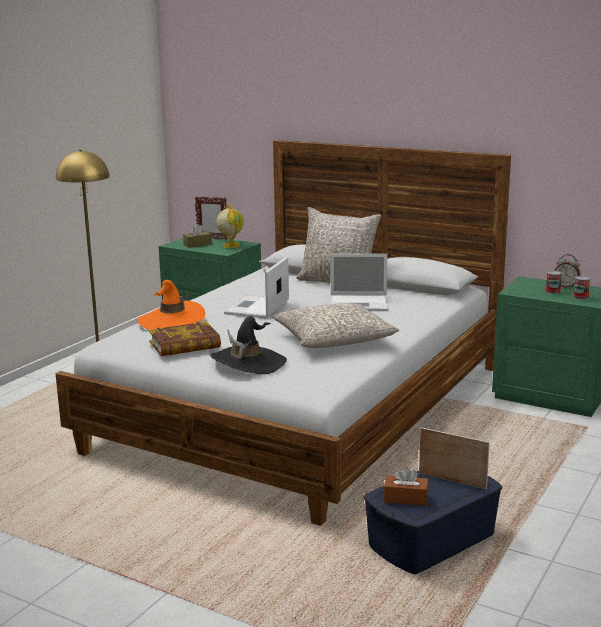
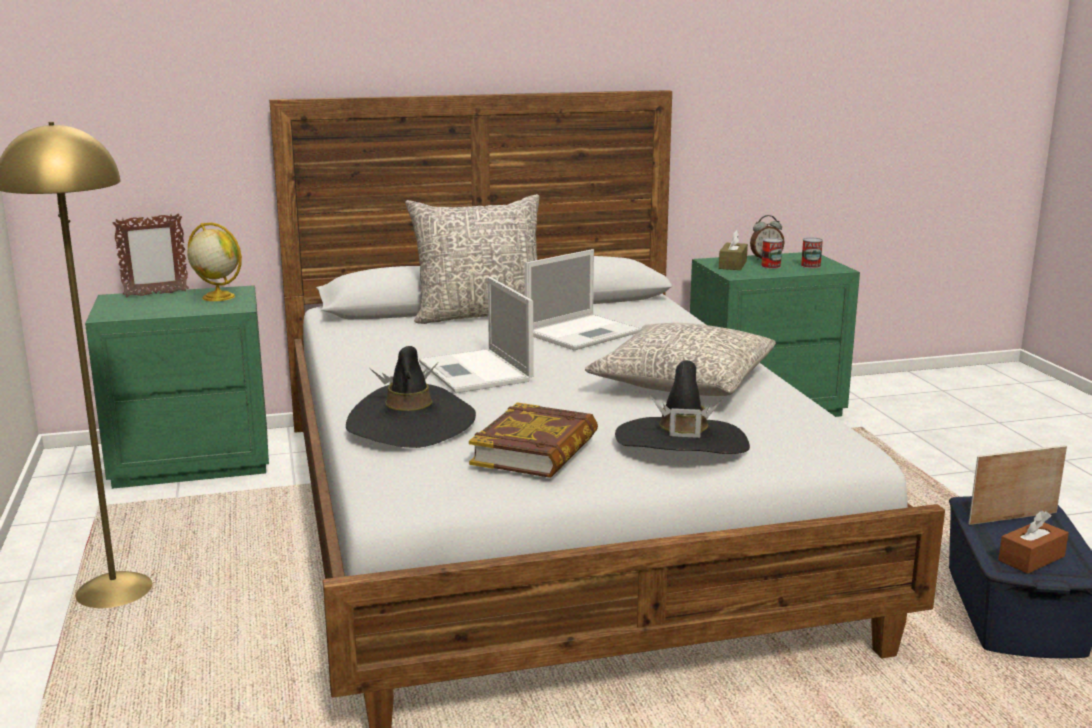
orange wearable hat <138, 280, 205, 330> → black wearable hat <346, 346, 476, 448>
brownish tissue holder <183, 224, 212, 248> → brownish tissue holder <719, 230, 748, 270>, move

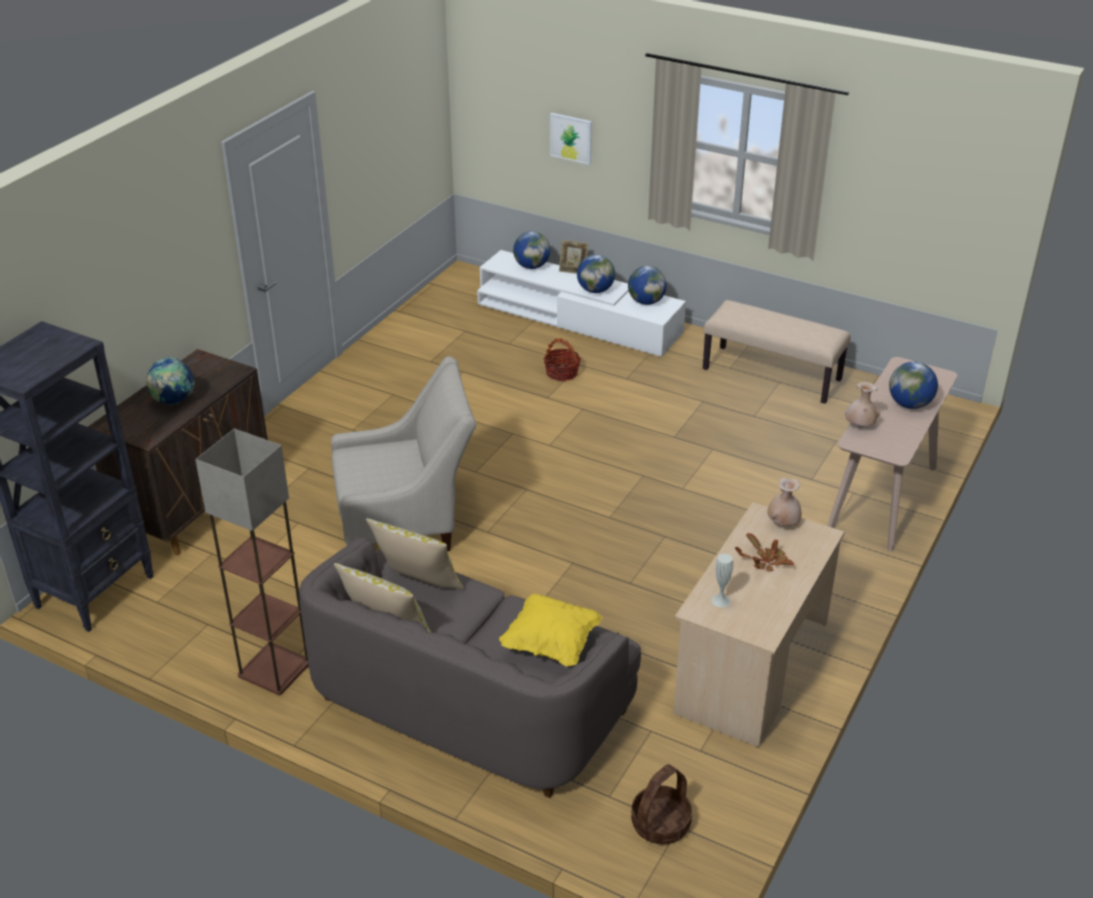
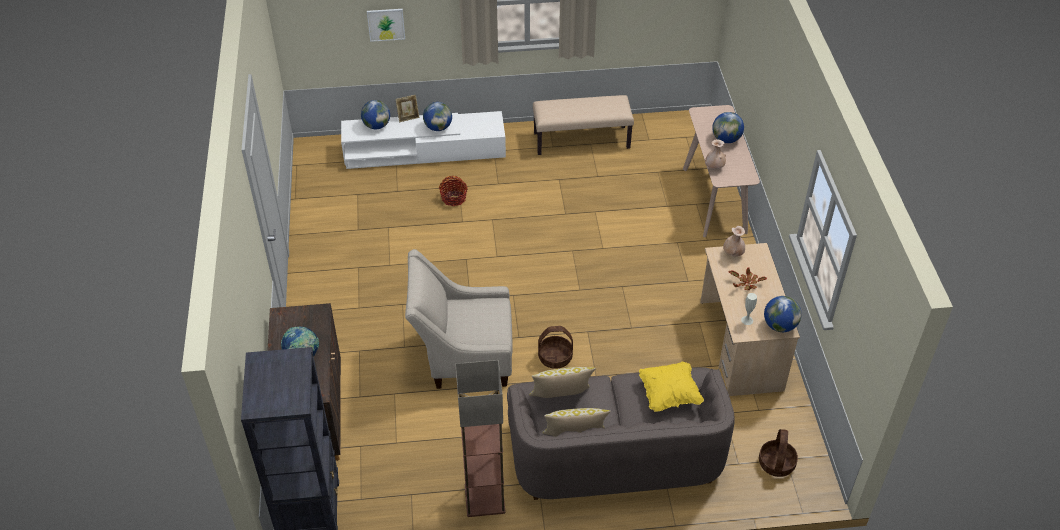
beige-coloured easy chair <331, 356, 476, 551> → beige-coloured easy chair <405, 249, 513, 389>, 135 degrees counterclockwise
globe <628, 266, 667, 305> → globe <764, 296, 802, 332>, move
- → storage basket <538, 326, 573, 369>

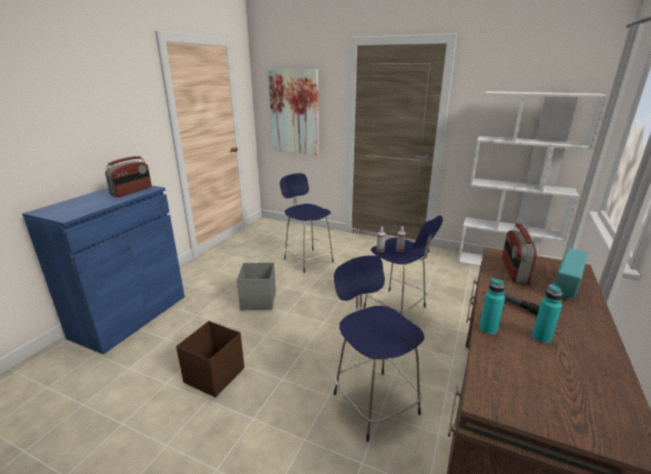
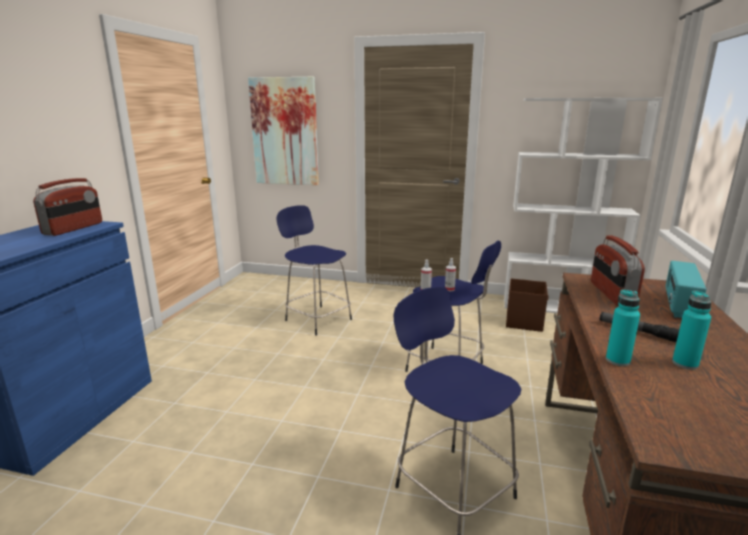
brownish storage box <176, 321, 244, 398> → brownish storage box <506, 278, 549, 332>, move
gray storage box <237, 262, 276, 310> → -

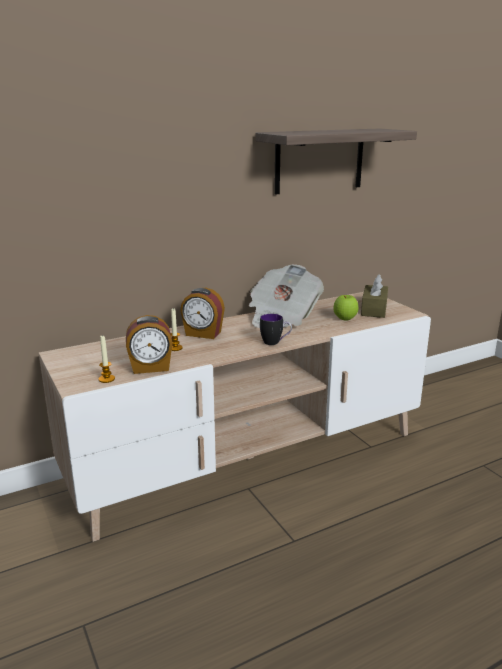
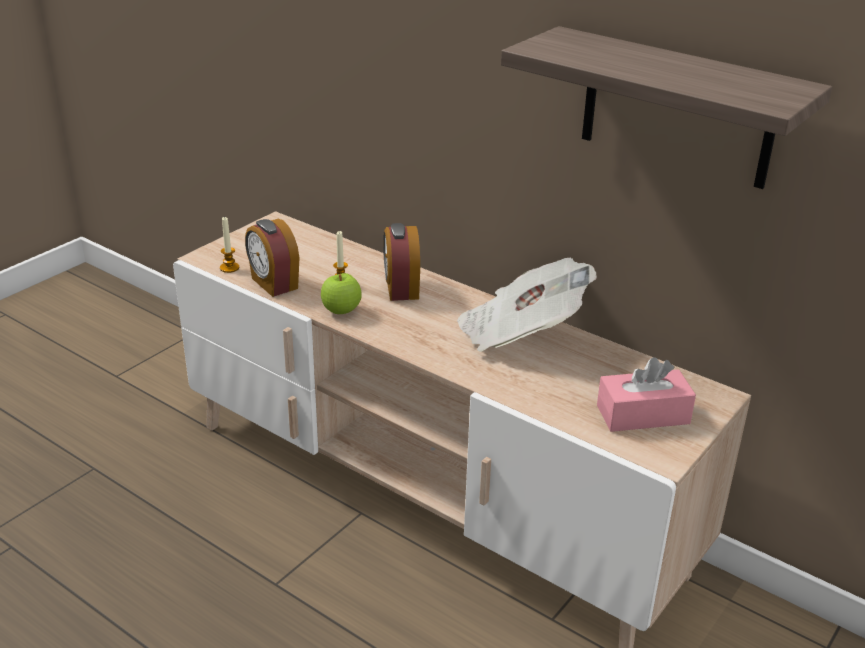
tea mug <260, 314, 292, 345> → -
whole apple <333, 295, 359, 320> → whole apple <321, 273, 362, 314>, move
brownish tissue holder <361, 274, 388, 318> → pinkish tissue holder <597, 357, 696, 432>

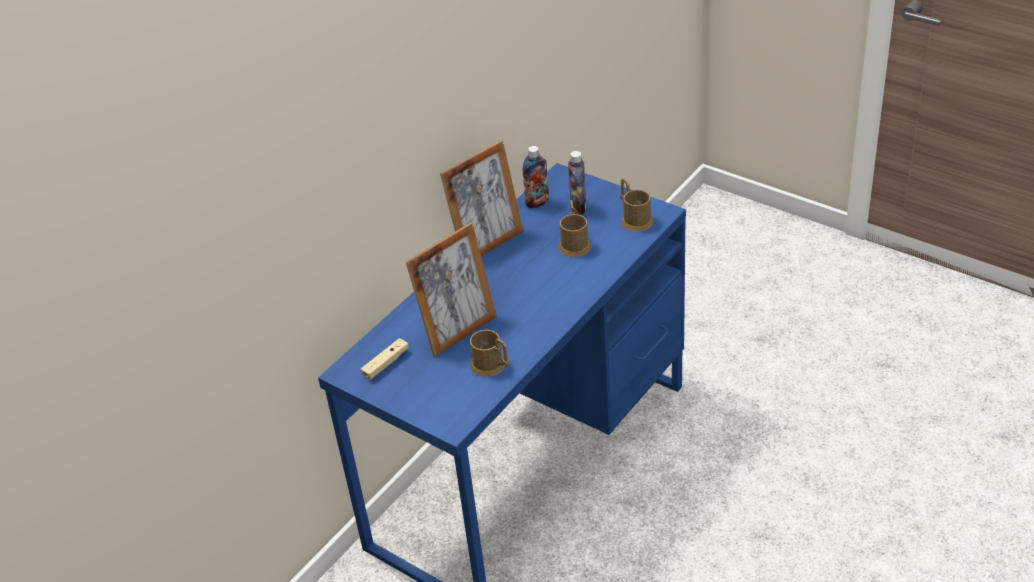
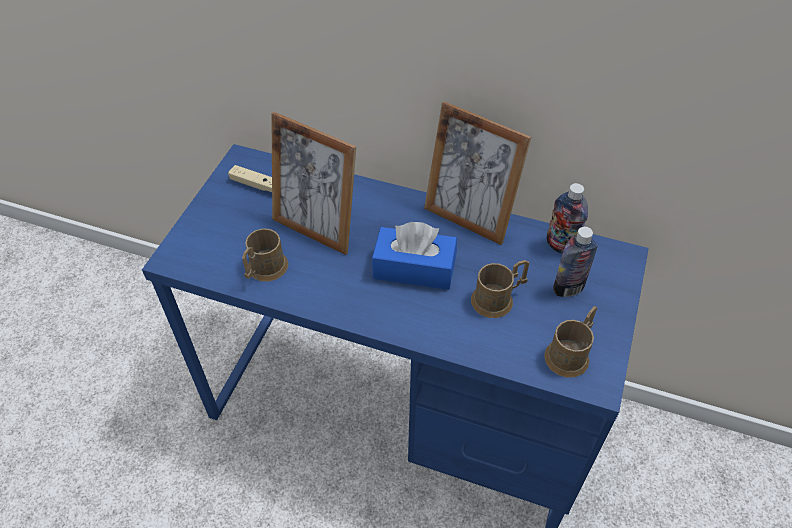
- → blue-coloured tissue holder <372, 222, 457, 290>

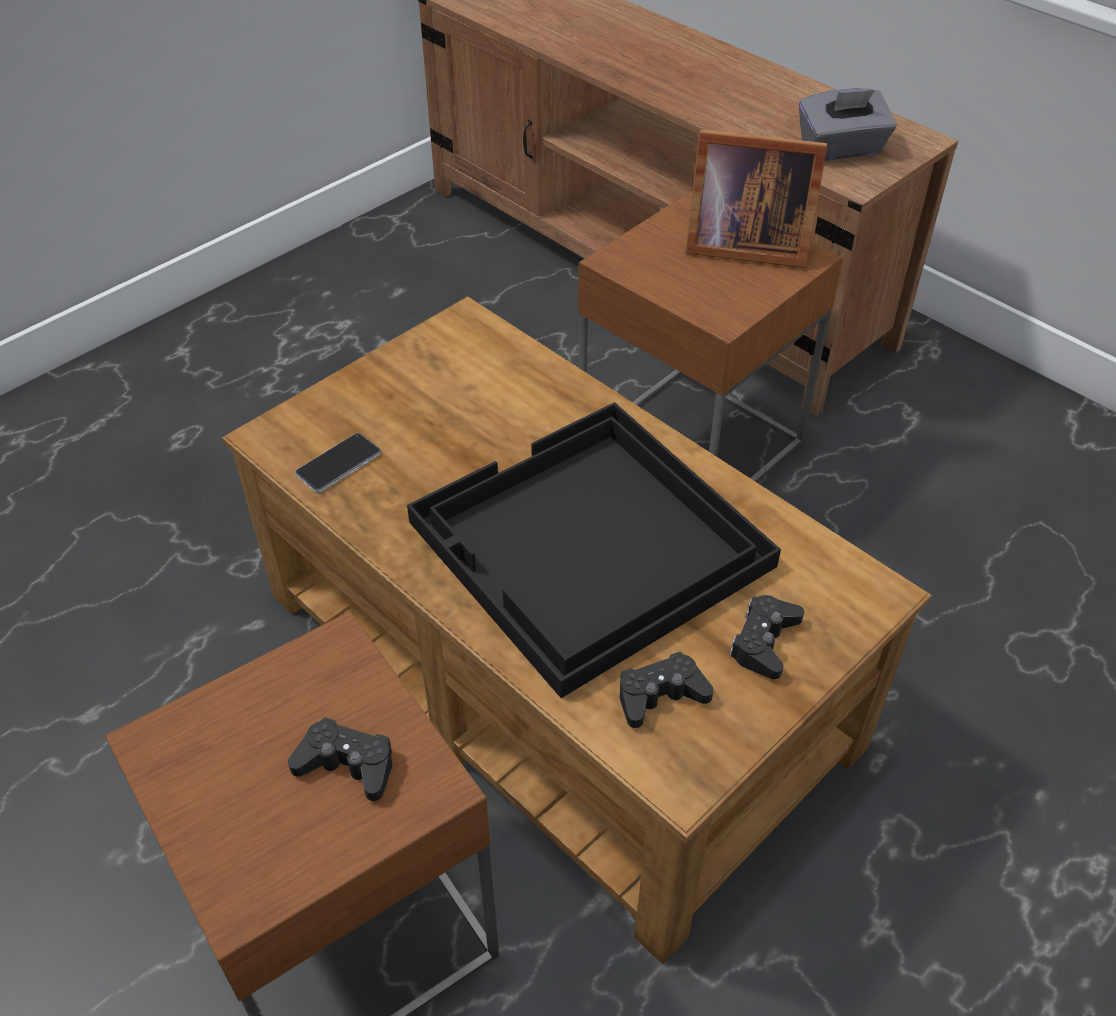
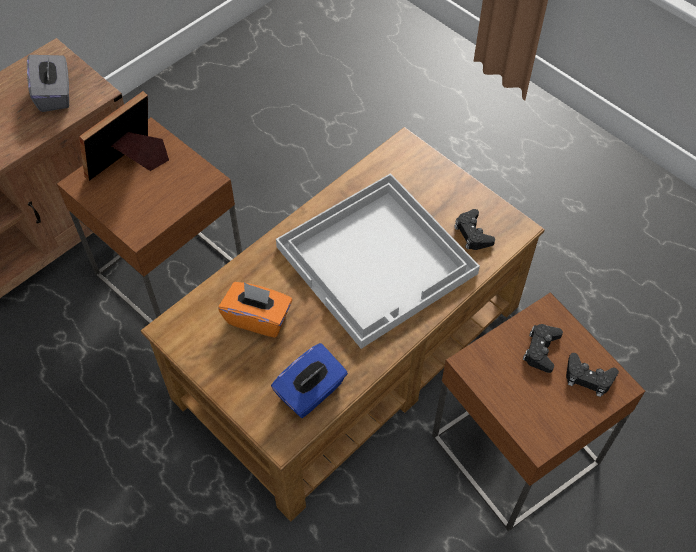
telephone <295, 433, 381, 493> → blue-coloured tissue holder <271, 343, 348, 418>
black carrying tray <407, 402, 781, 698> → whitish carrying tray <276, 173, 480, 349>
standing frame <685, 130, 827, 268> → standing frame <79, 91, 169, 181>, 150 degrees counterclockwise
black joypad <729, 595, 804, 679> → black joypad <566, 353, 619, 397>, move
- → orange tissue holder <218, 282, 292, 338>

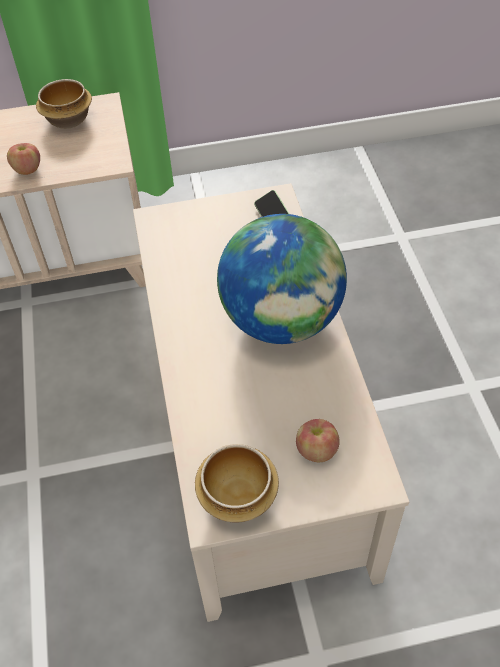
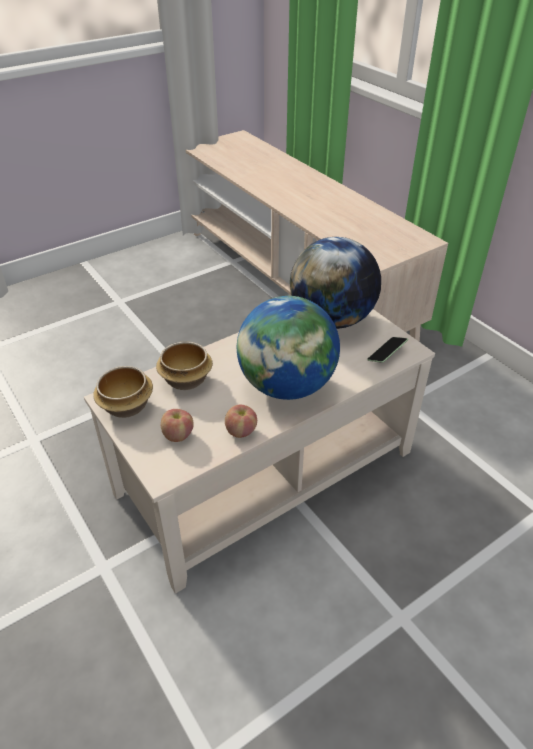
whole apple <7, 143, 40, 175> → whole apple <225, 405, 257, 438>, move
bowl <36, 79, 92, 129> → bowl <156, 342, 213, 390>, move
- → globe <290, 237, 381, 329>

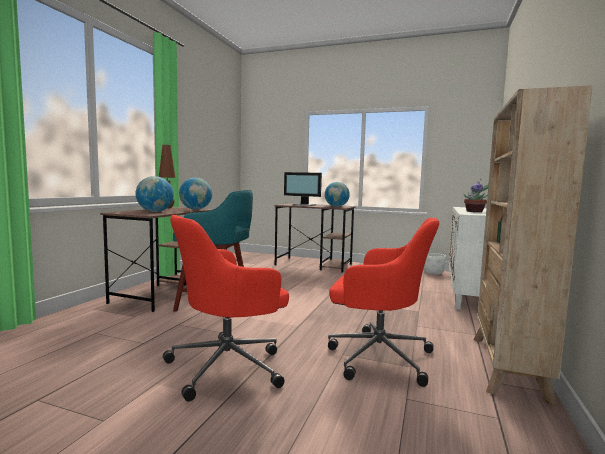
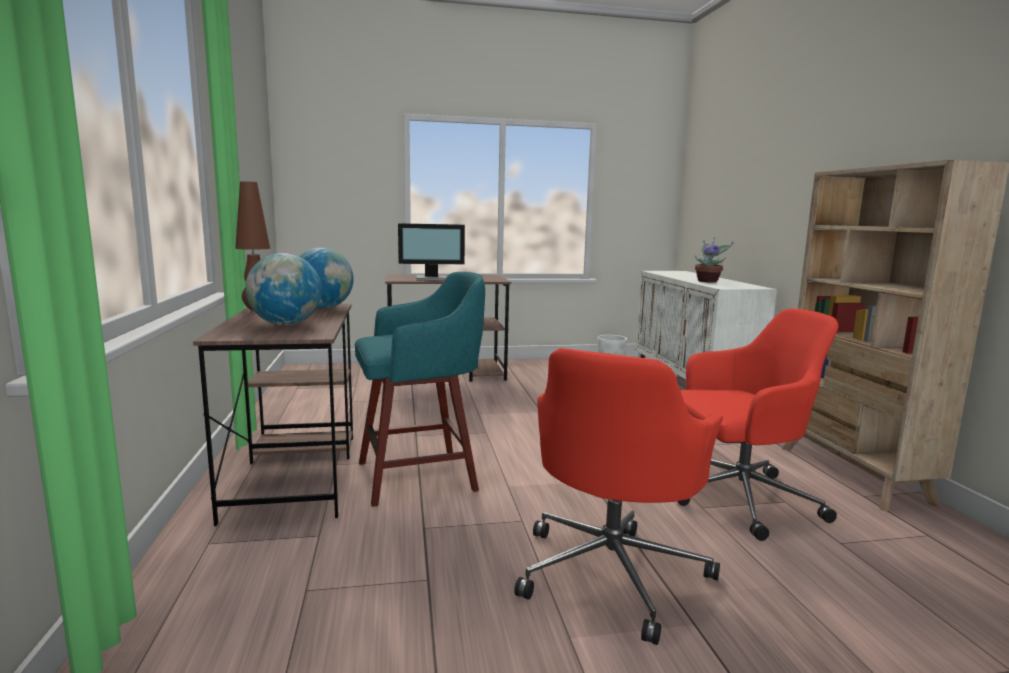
globe <325, 182, 350, 207> → -

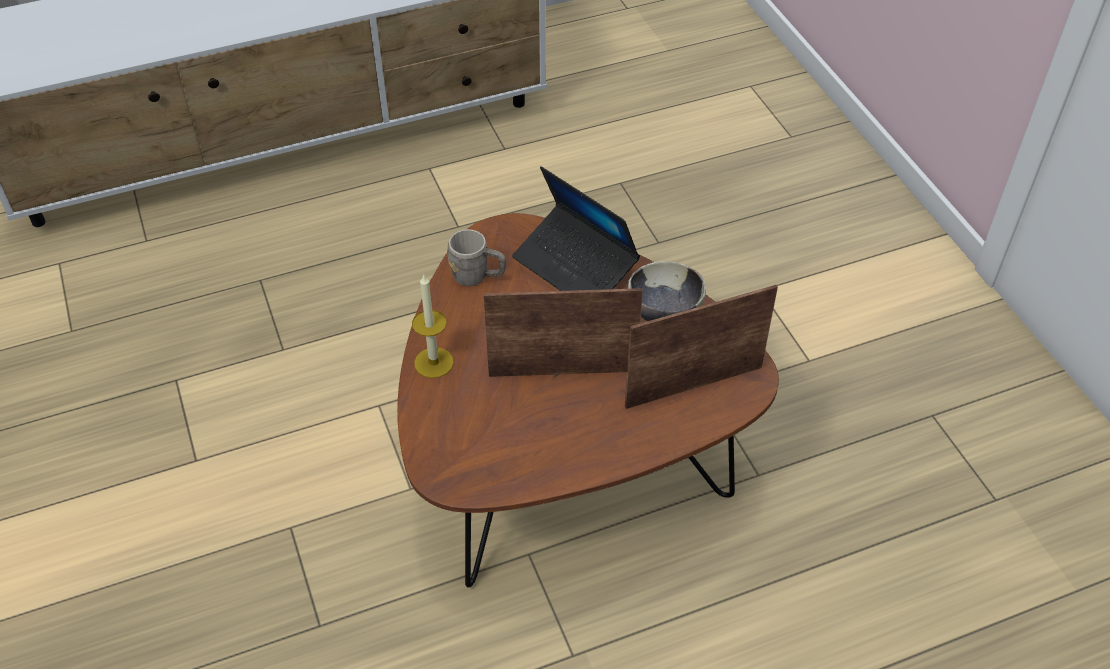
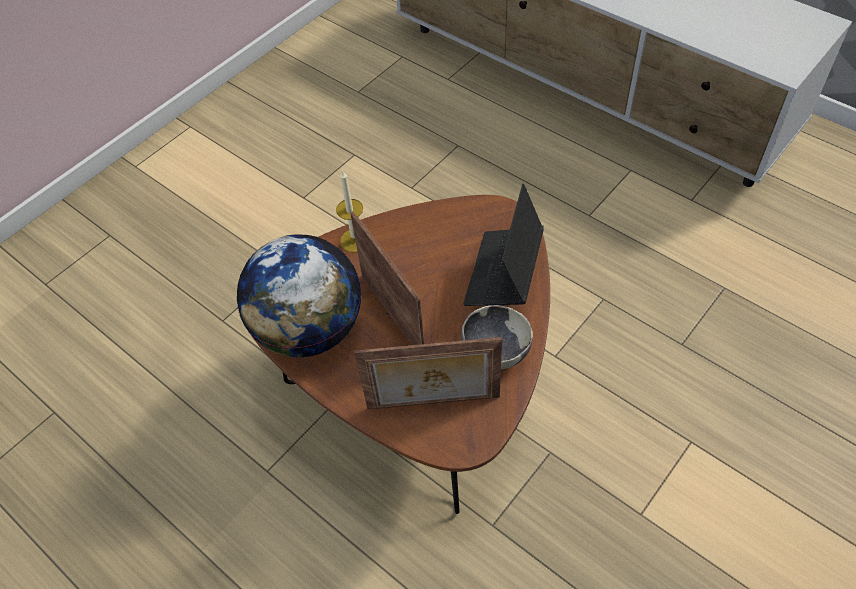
gray tea mug <447, 229, 506, 286> → -
standing frame <625, 285, 778, 409> → standing frame <354, 337, 502, 410>, 135 degrees clockwise
- → globe <237, 234, 361, 357>

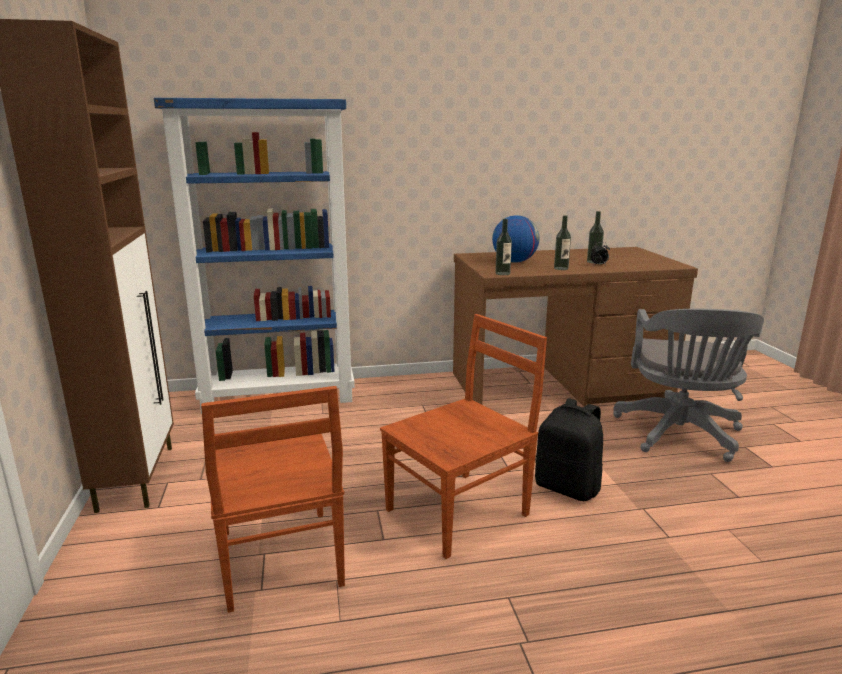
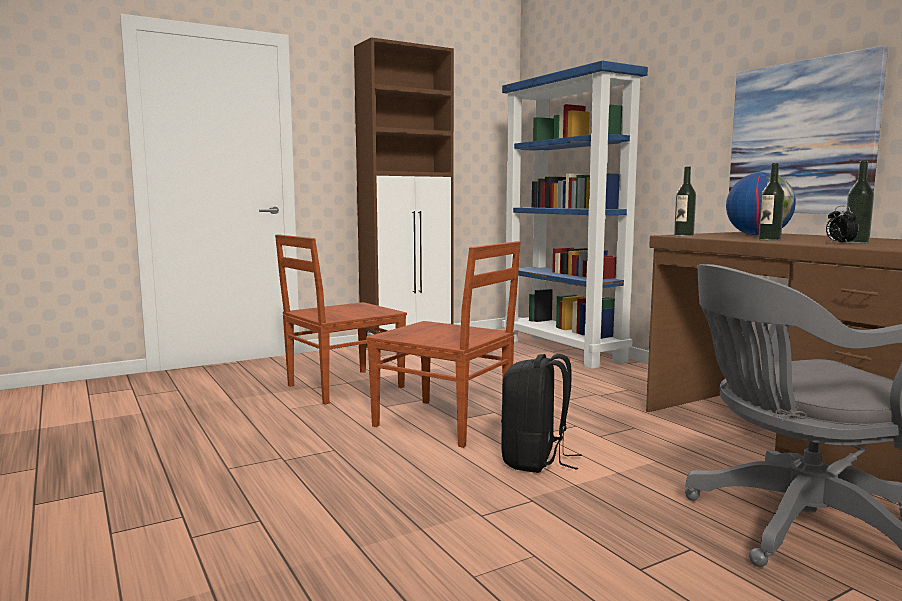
- → picture <729, 46, 888, 214>

